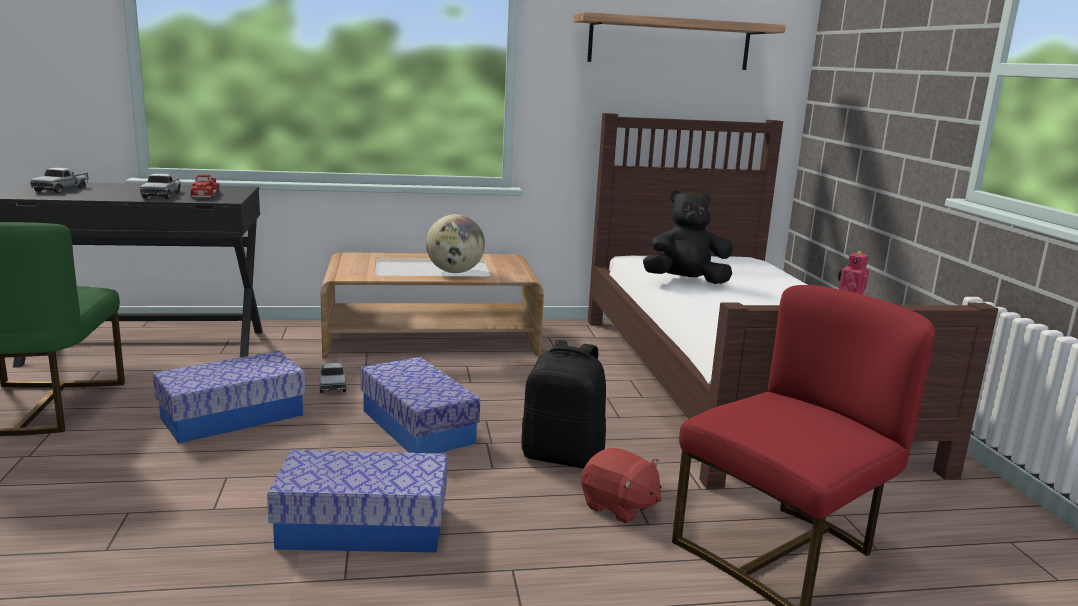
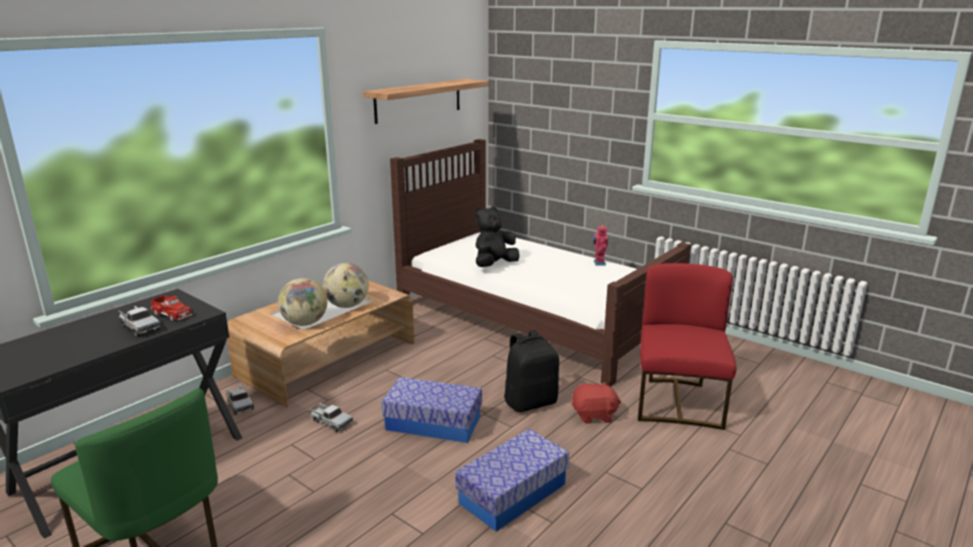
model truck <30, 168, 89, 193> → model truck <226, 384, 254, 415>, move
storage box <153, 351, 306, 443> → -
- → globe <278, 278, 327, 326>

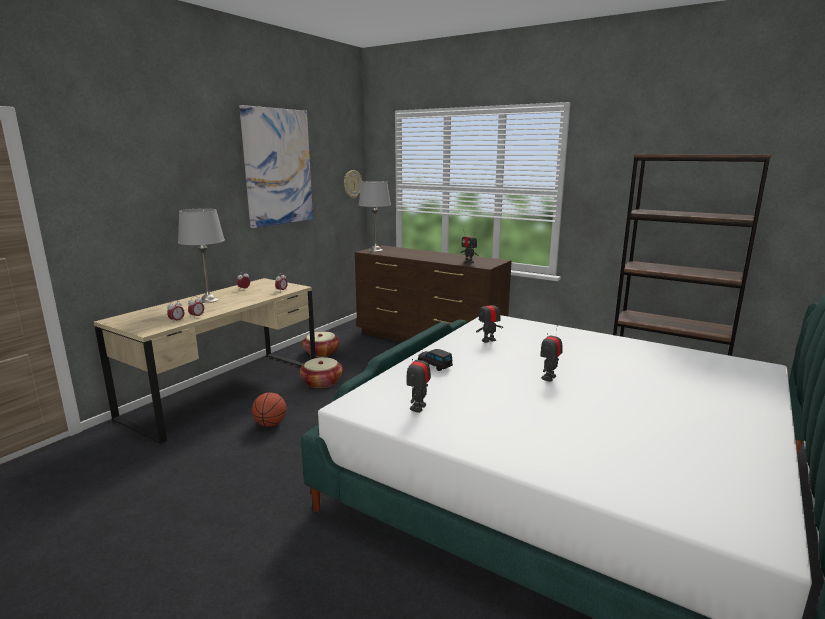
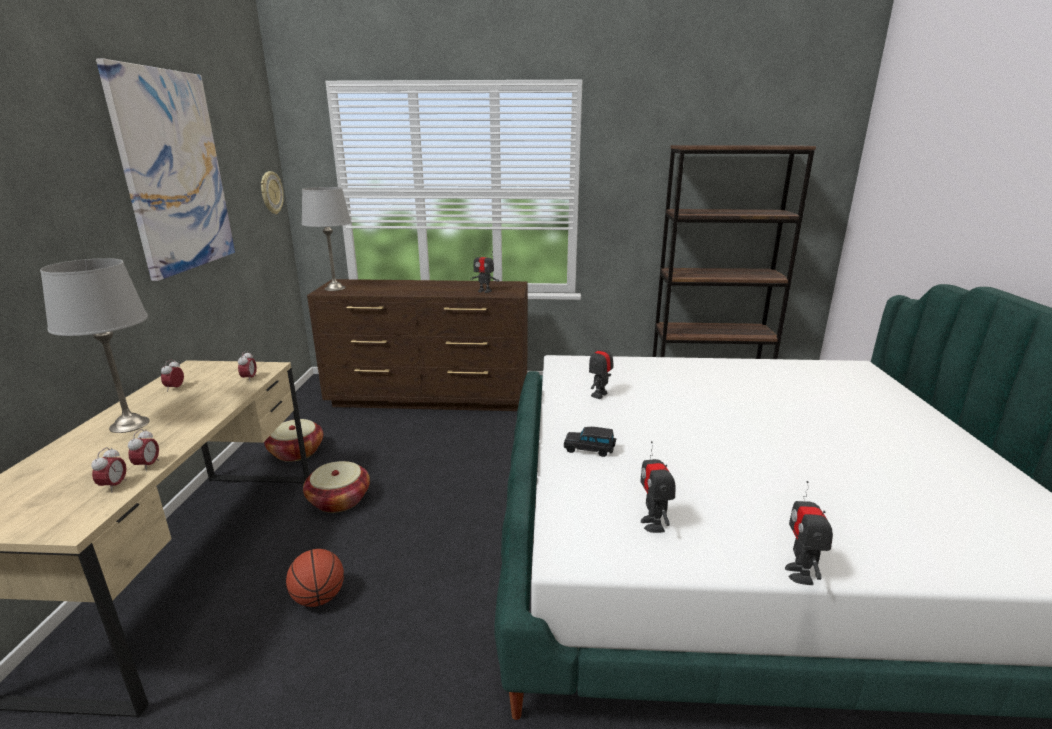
robot figure <540, 325, 562, 382> → robot figure <785, 481, 833, 585>, move

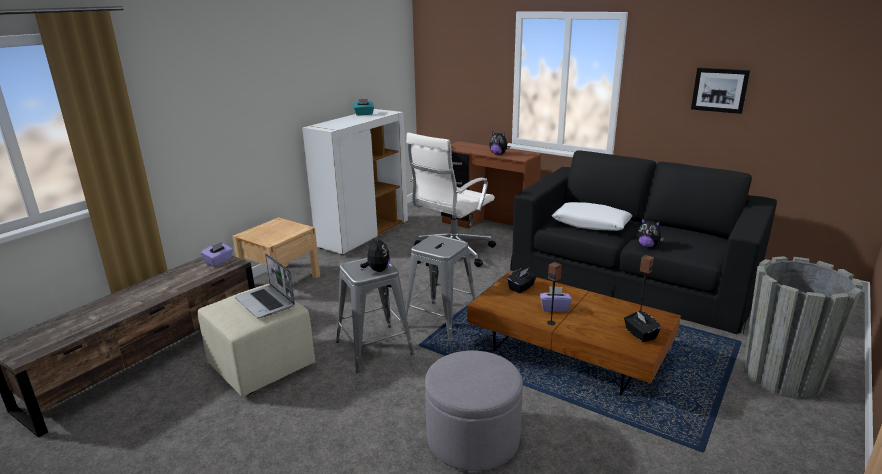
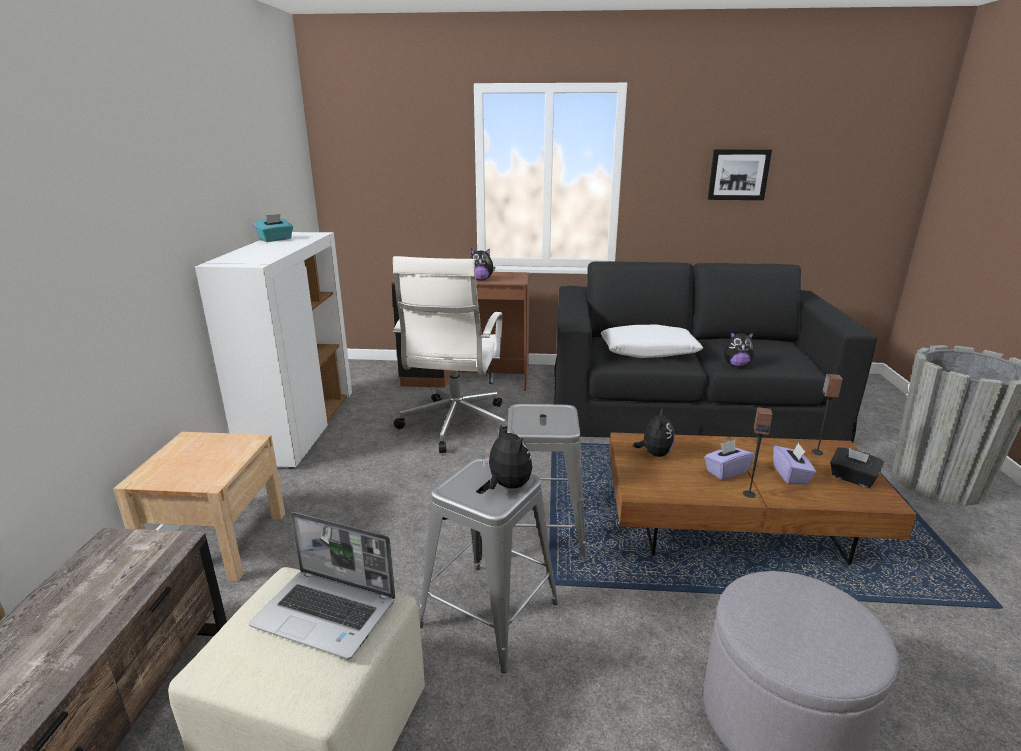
purple tissue holder <201, 242, 233, 267> → purple tissue holder <773, 442, 816, 484>, move
black tissue holder <507, 268, 537, 293> → soft toy <633, 408, 675, 457>

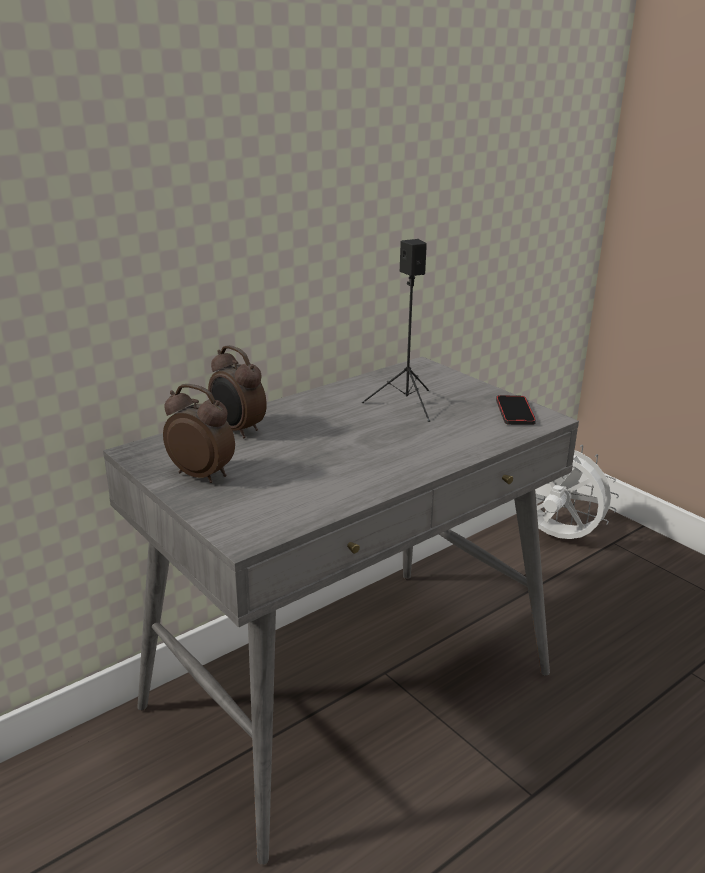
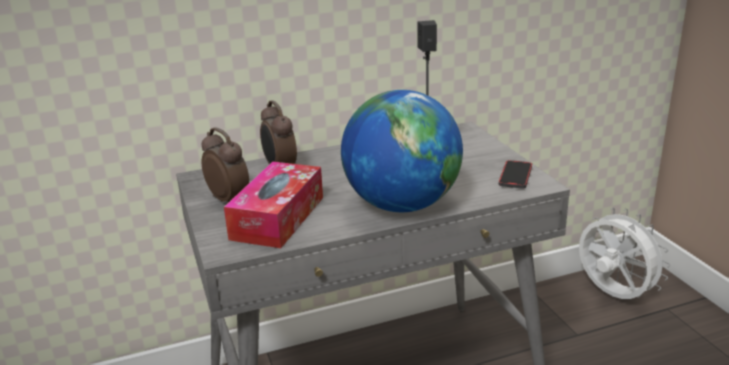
- → tissue holder <224, 162, 323, 248>
- → globe <341, 90, 463, 212>

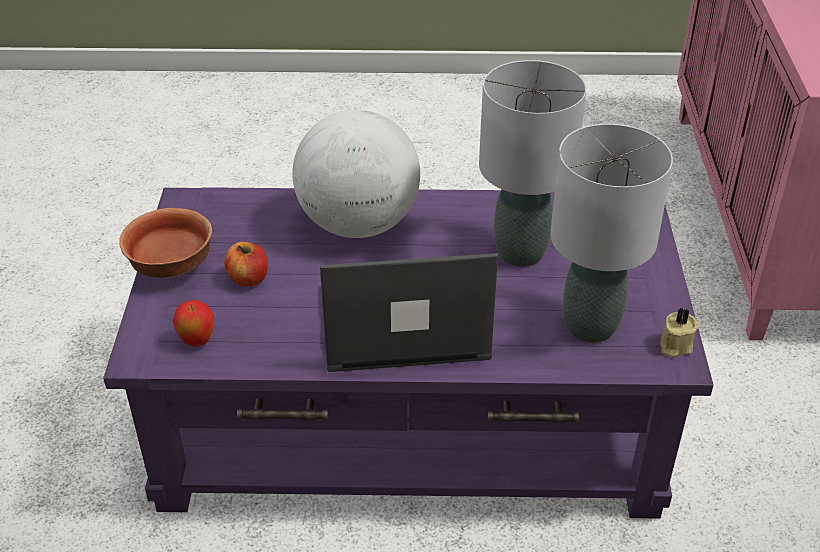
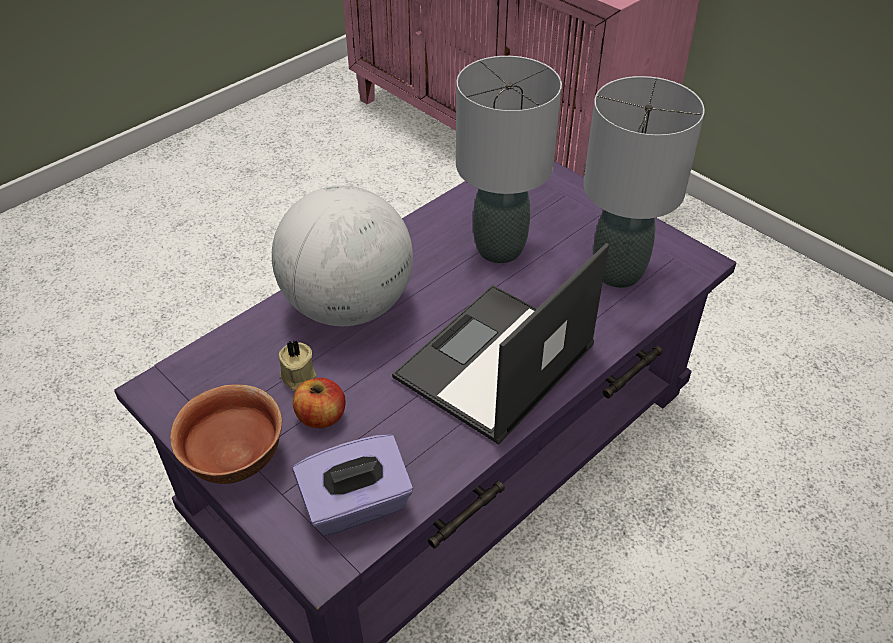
whole apple <173, 300, 214, 346> → purple tissue holder <293, 434, 413, 536>
beige-coloured wax light <660, 307, 698, 358> → beige-coloured wax light <279, 340, 316, 391>, move

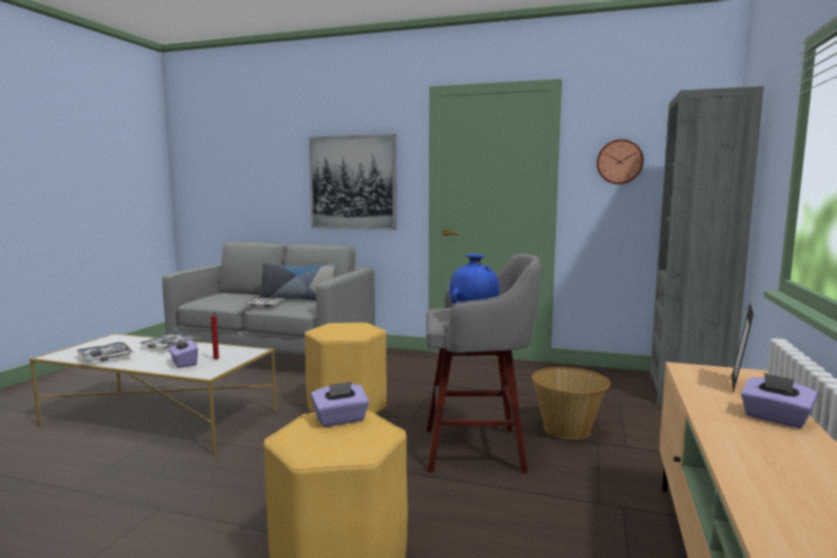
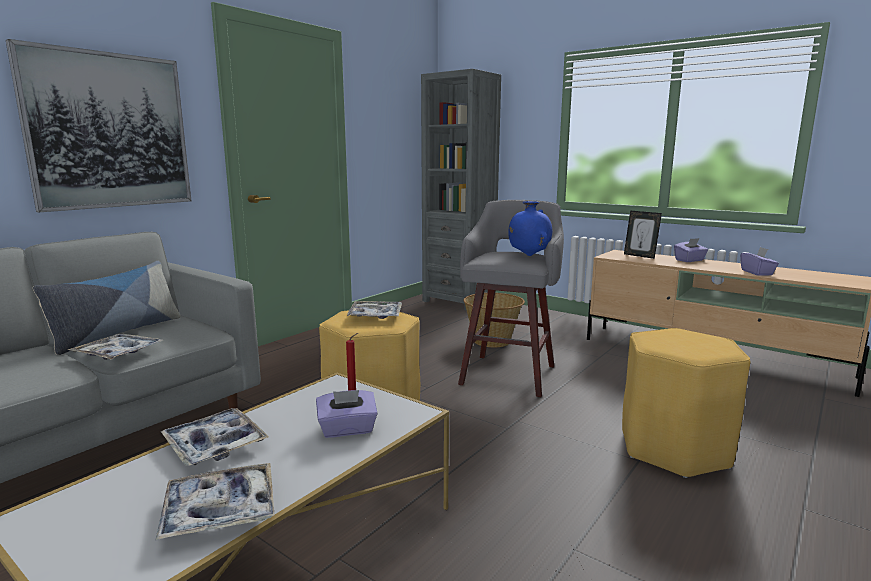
purple tissue holder <310, 382, 369, 427> → purple tissue holder <740, 247, 779, 276>, move
hanging clock <597, 139, 644, 184> → -
- → carrying tray <347, 301, 402, 319>

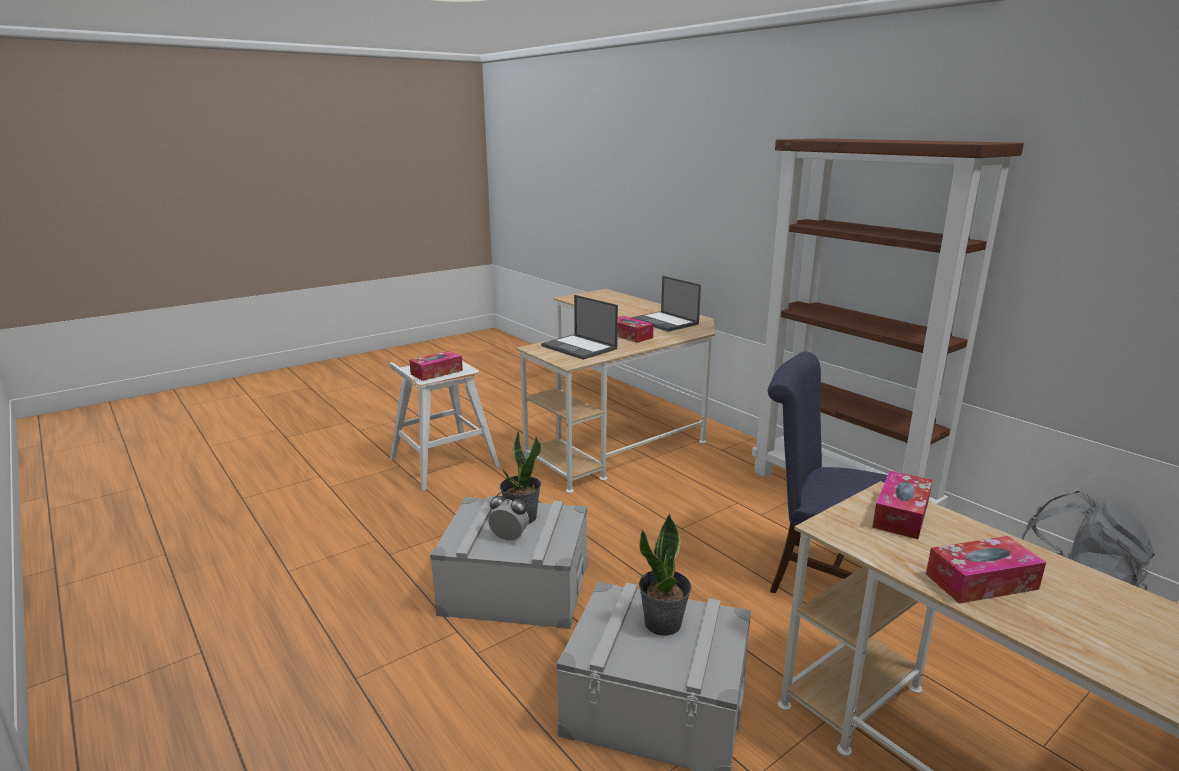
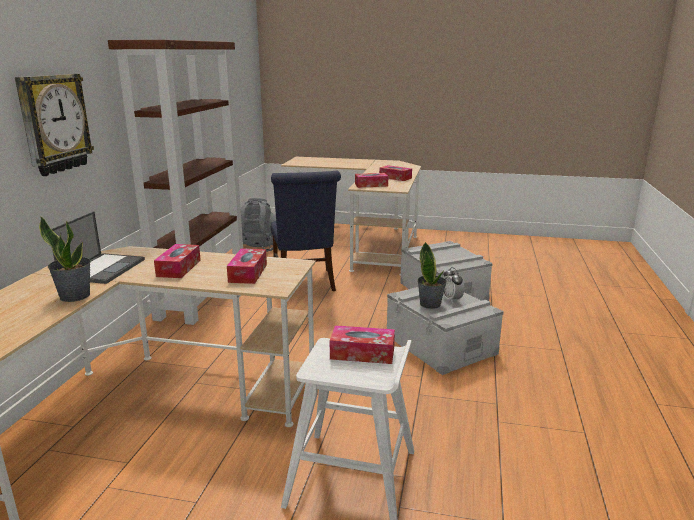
notebook computer <541, 295, 618, 360> → tissue holder <227, 248, 267, 284>
plant in a pot <639, 514, 692, 636> → plant in a pot <39, 216, 91, 302>, move
- → hanging clock <15, 74, 94, 176>

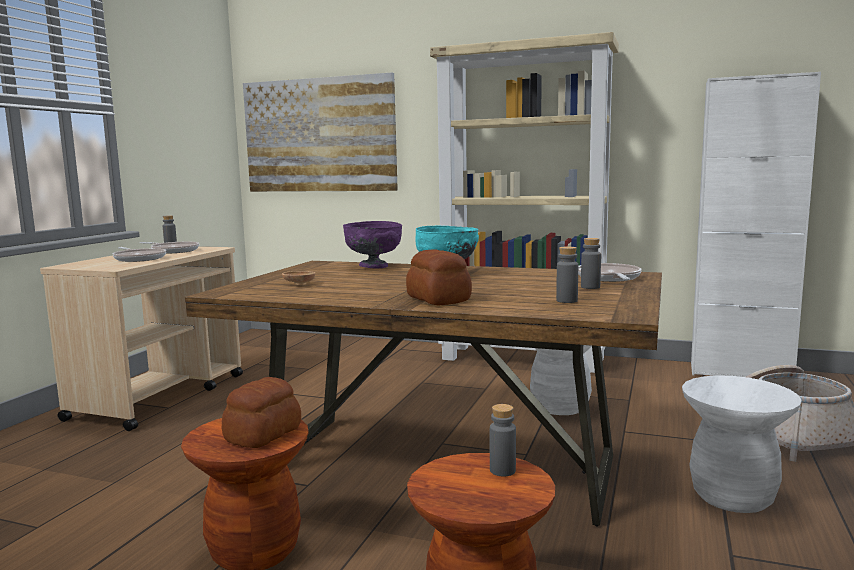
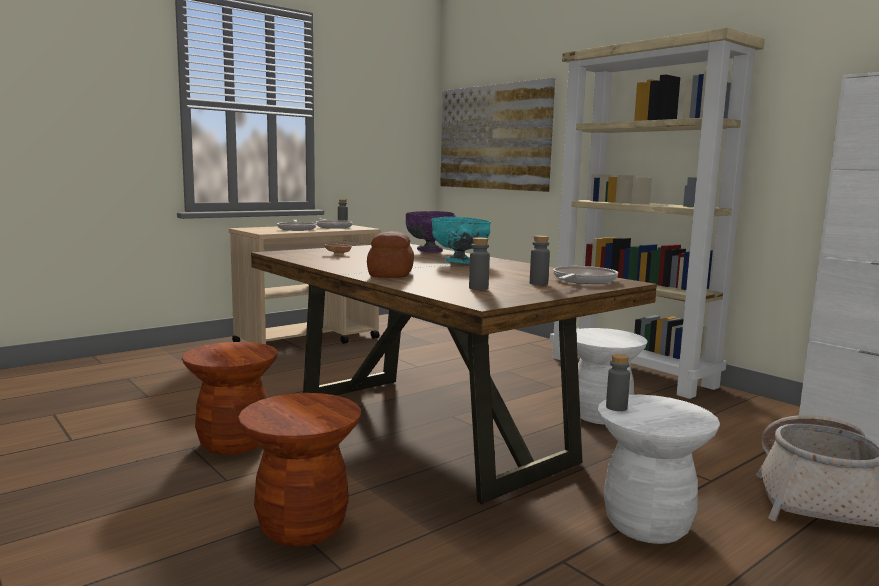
bakery bread <222, 377, 301, 448> → -
gray drink bottle <490, 404, 516, 476> → gray drink bottle <606, 354, 630, 411>, move

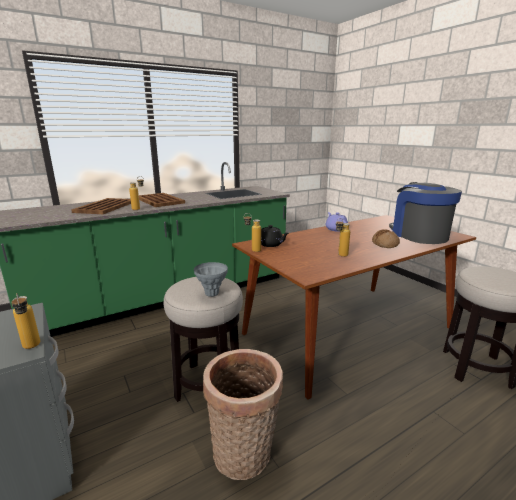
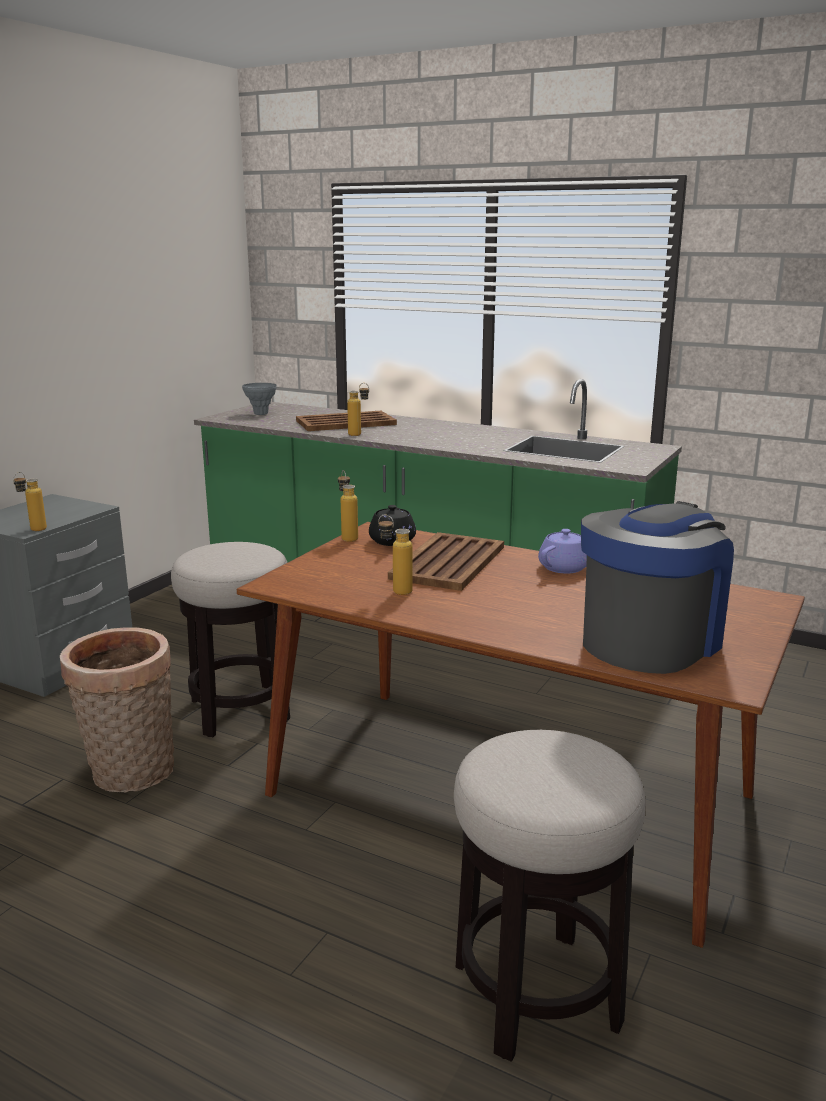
brownish carrying tray <139, 193, 185, 207> → brownish carrying tray <388, 532, 504, 591>, move
gray vase <194, 262, 228, 297> → gray vase <242, 383, 277, 415>, move
bakery bread <372, 229, 400, 248> → -

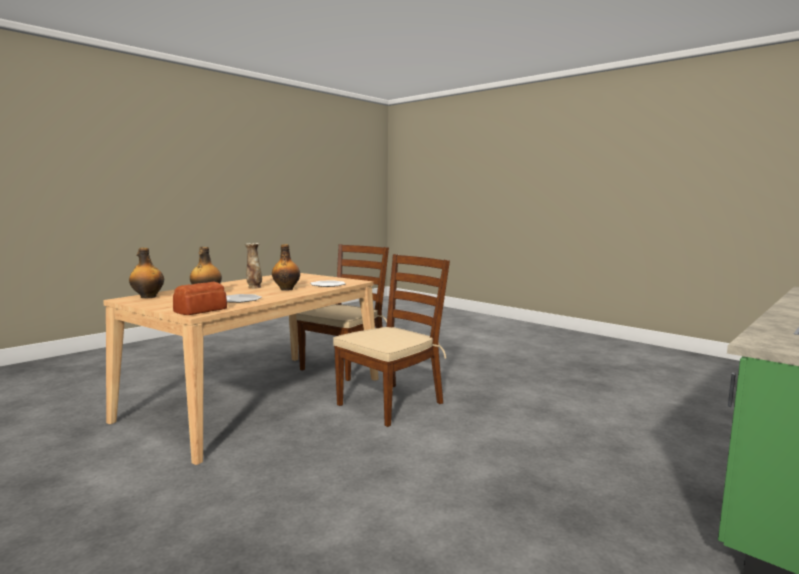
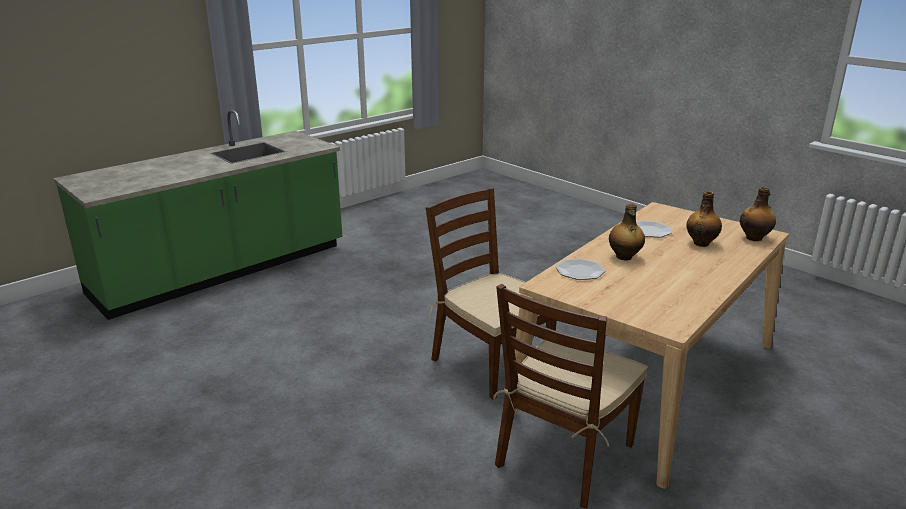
bakery bread <173, 281, 227, 315> → -
vase <245, 243, 262, 289> → -
brownish upright chair <333, 254, 450, 427> → brownish upright chair <426, 188, 557, 399>, 90 degrees clockwise

